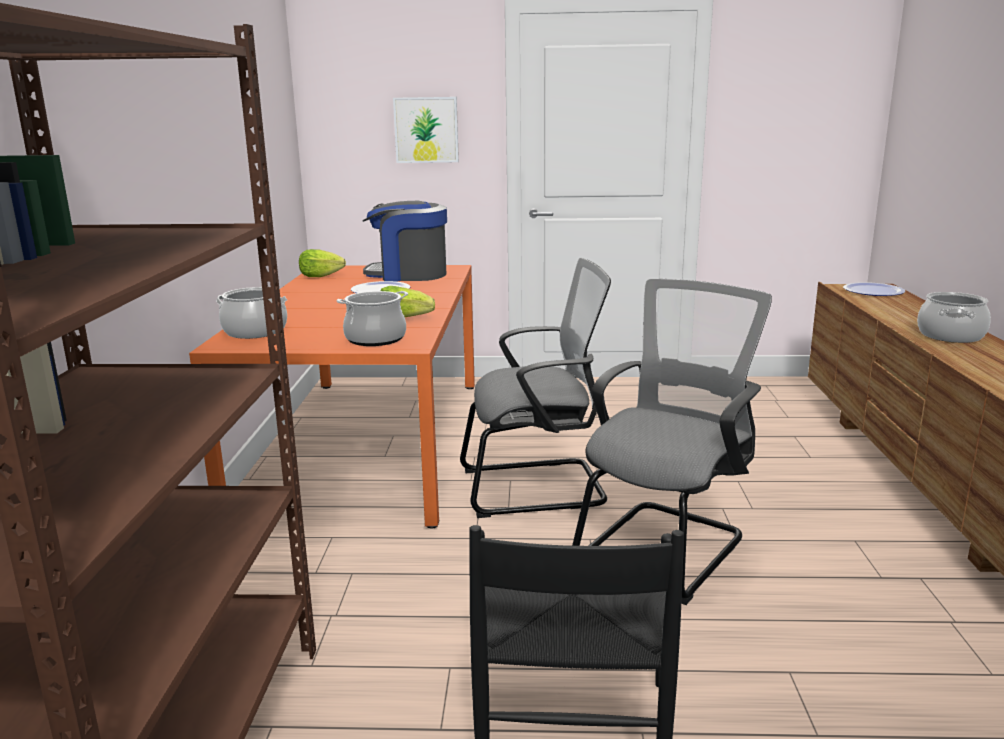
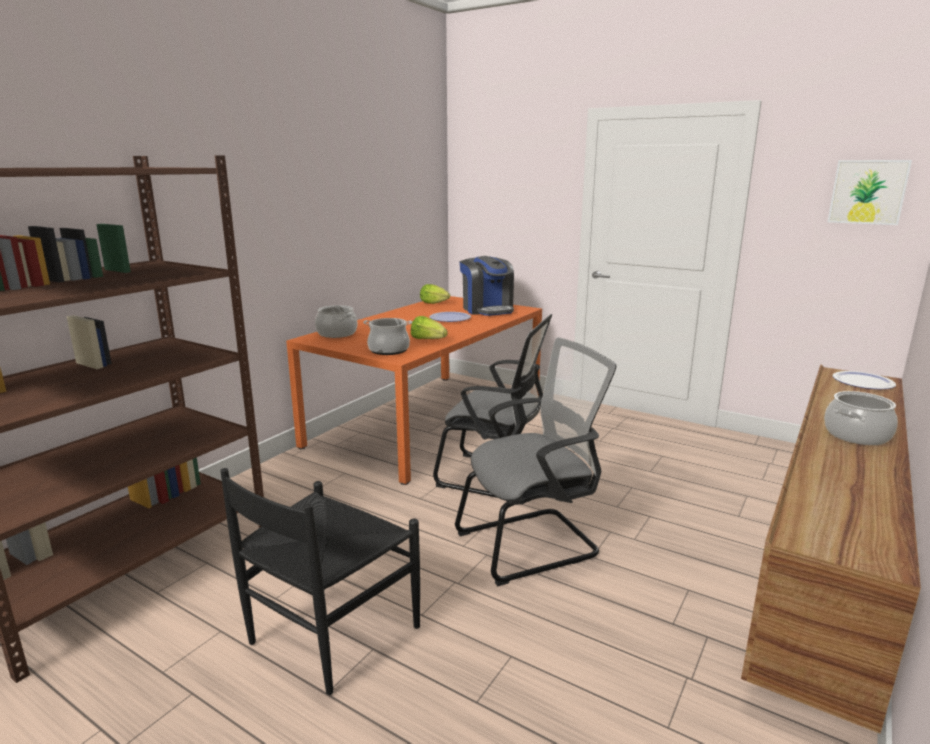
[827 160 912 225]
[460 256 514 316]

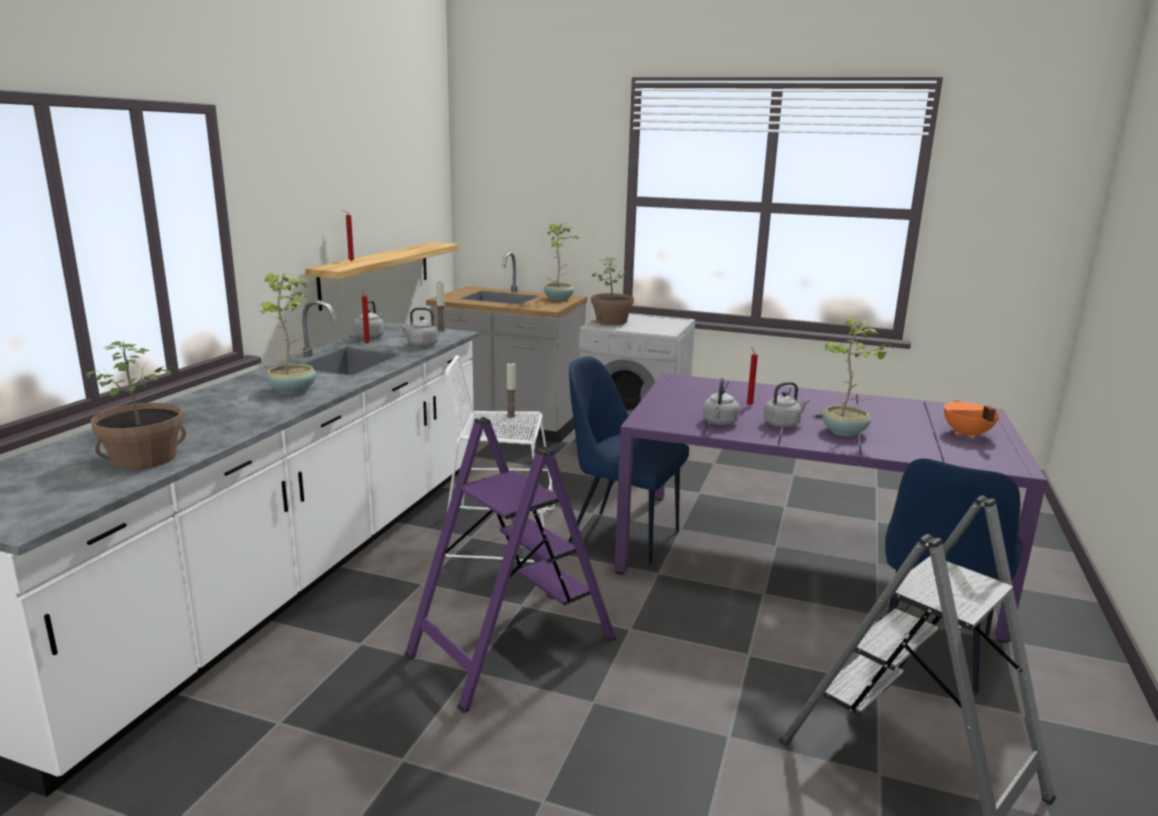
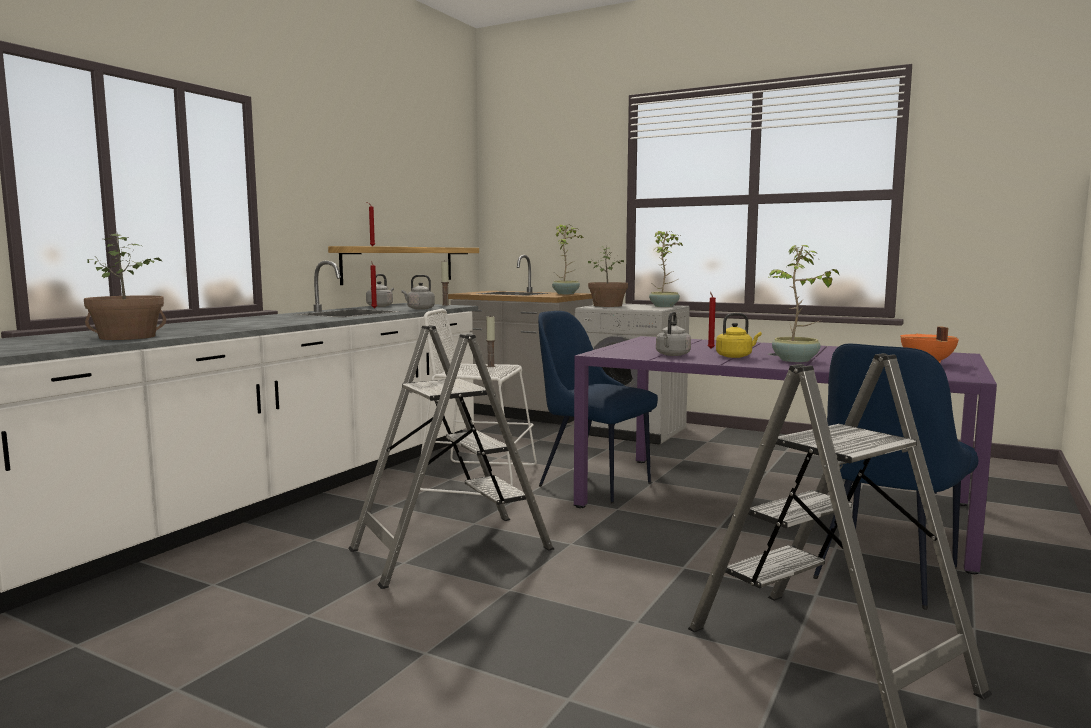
[649 231 683 307]
[716 313 762 358]
[348 325 554 589]

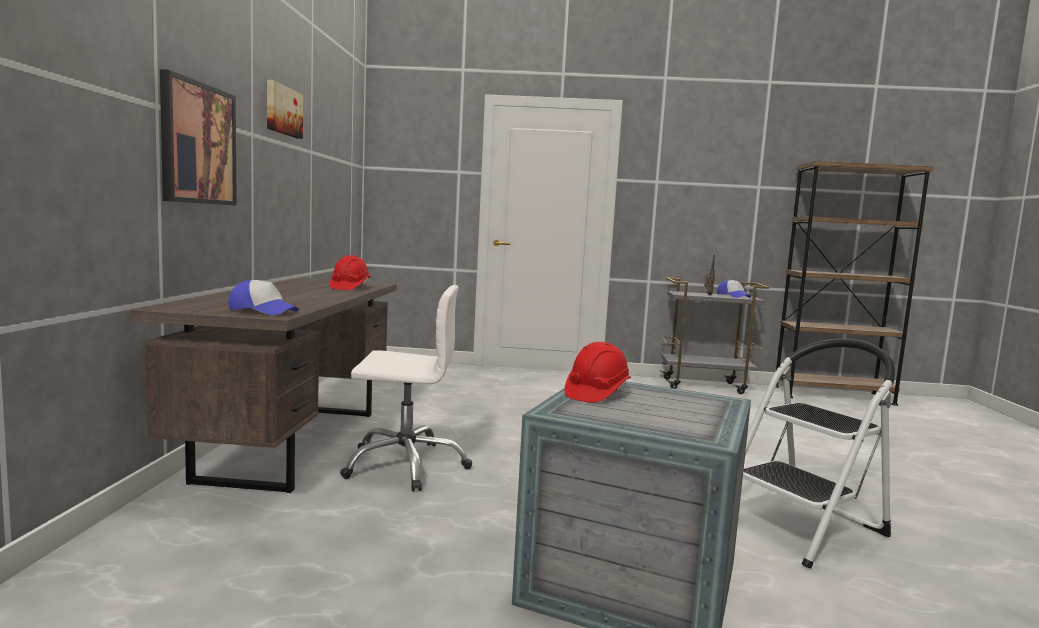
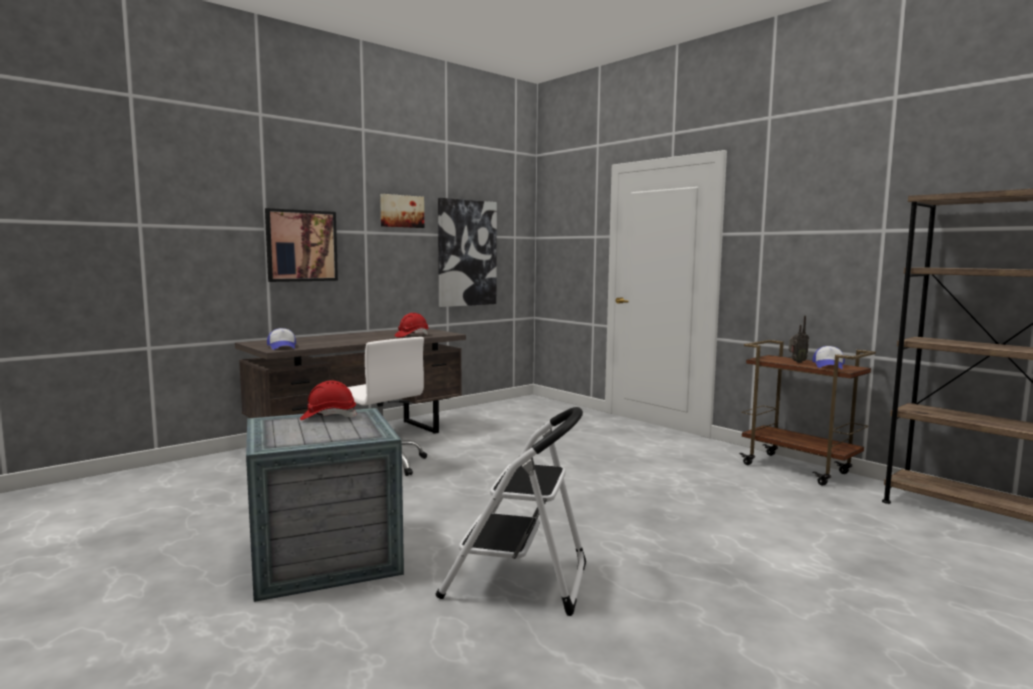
[739 340 876 485]
[438 198 497 307]

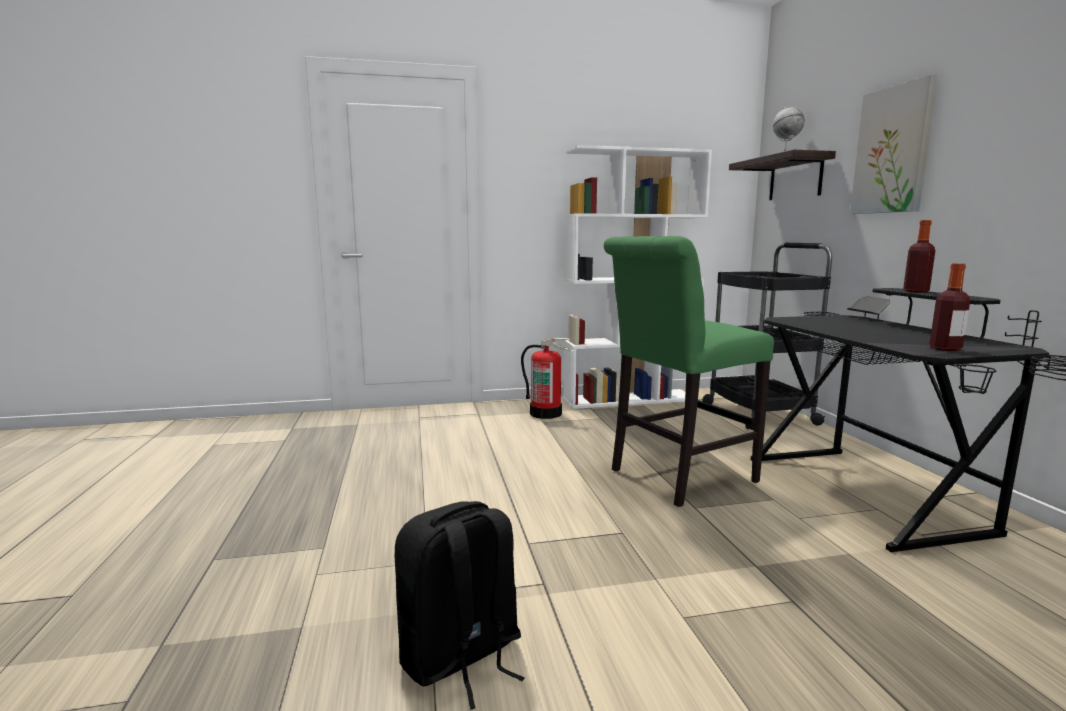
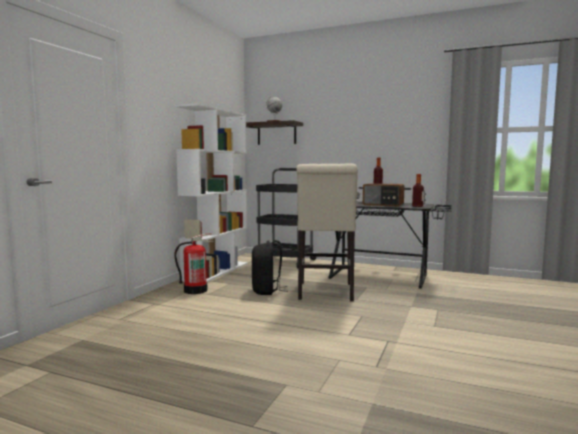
[850 74 938 214] (first image)
[296 163 358 301]
[252 240 288 295]
[363 183 405 206]

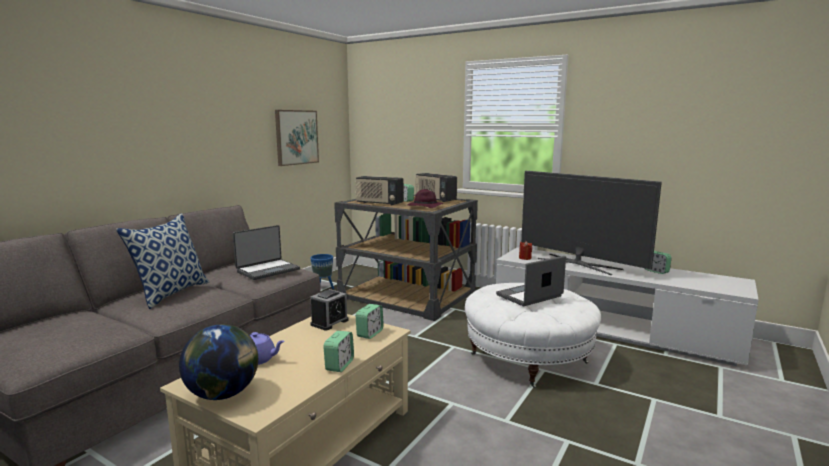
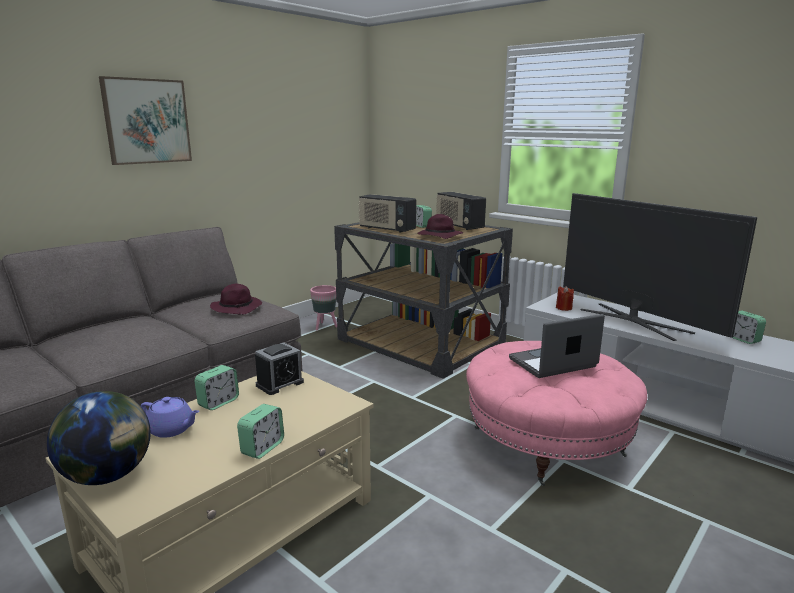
[99 76 192 165]
[116 213 209 309] (first image)
[210 284 262 315]
[310 285 337 330]
[466 341 647 486]
[194 365 239 410]

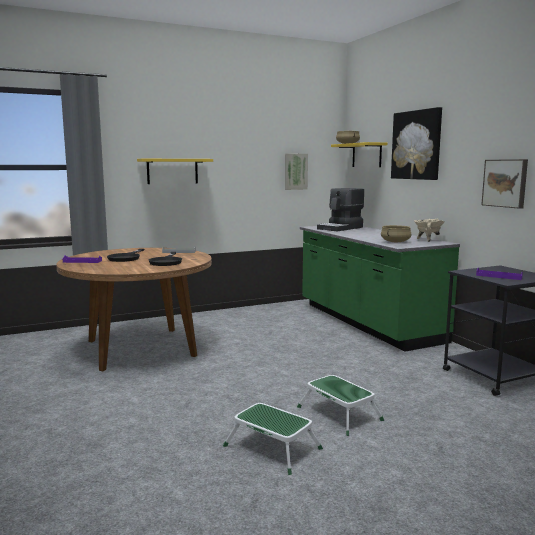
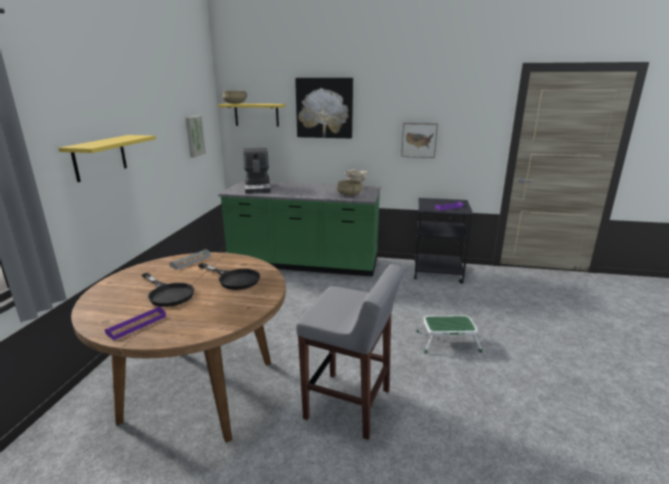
[223 403 323 475] (first image)
[296 264 404 440]

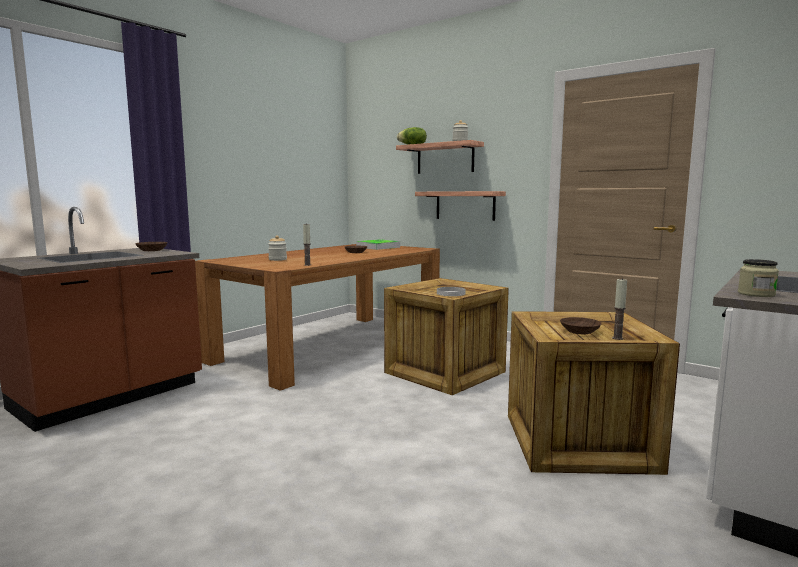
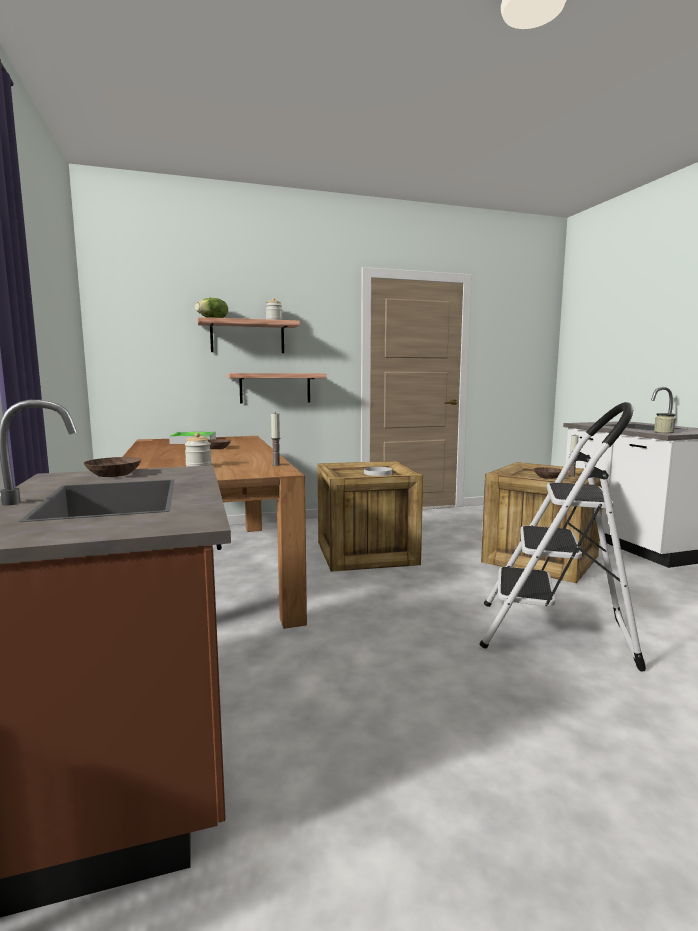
[480 402 646 672]

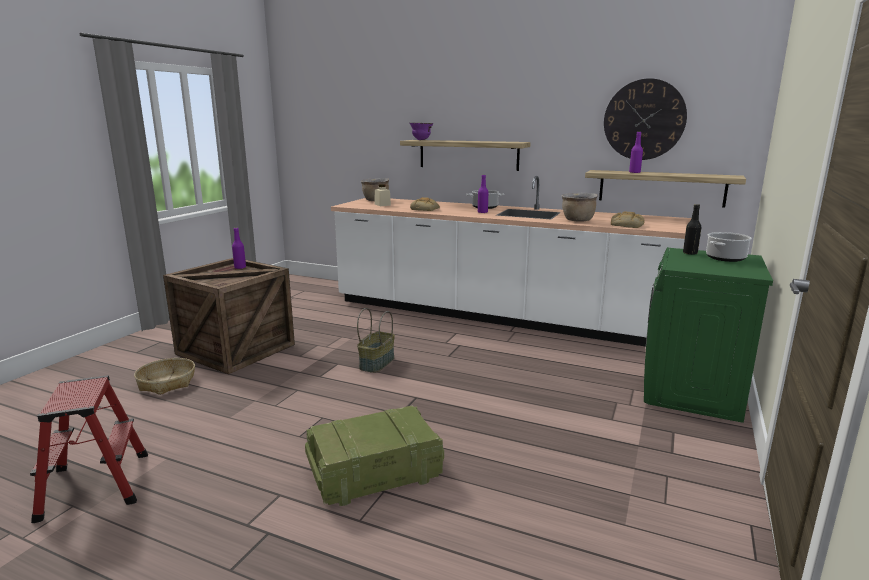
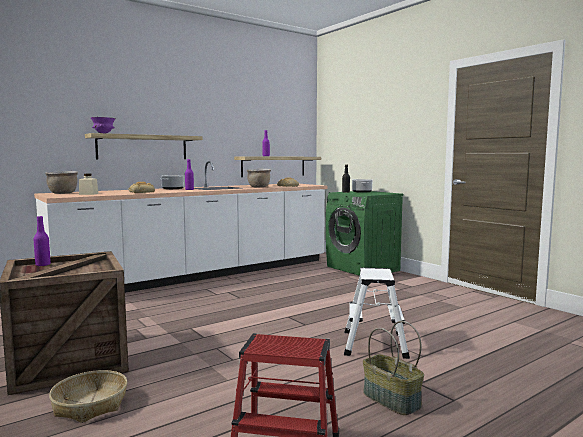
[604 78 687 160] (first image)
[363 321 424 415]
[344 267 410 359]

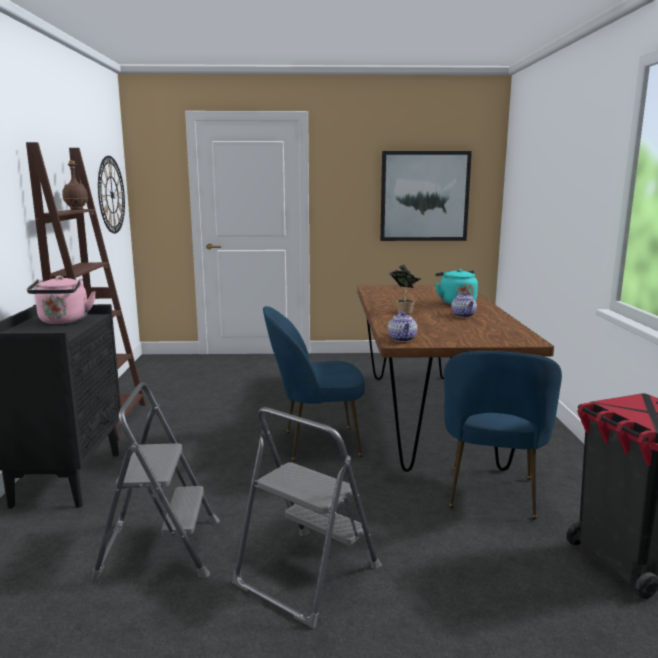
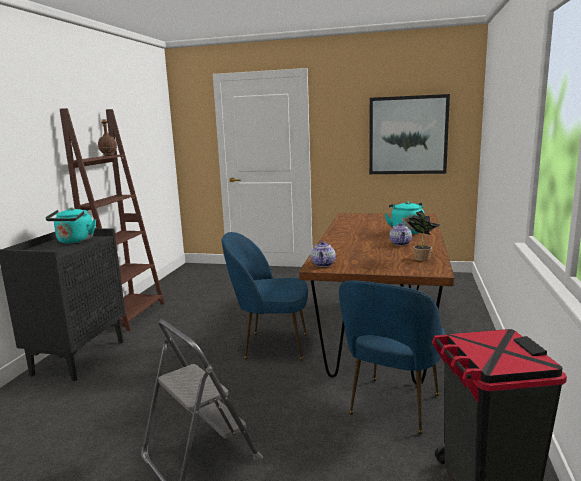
[98 156 125 234] (first image)
[406 210 440 261]
[45 207 96 244]
[91 383 220 581] (first image)

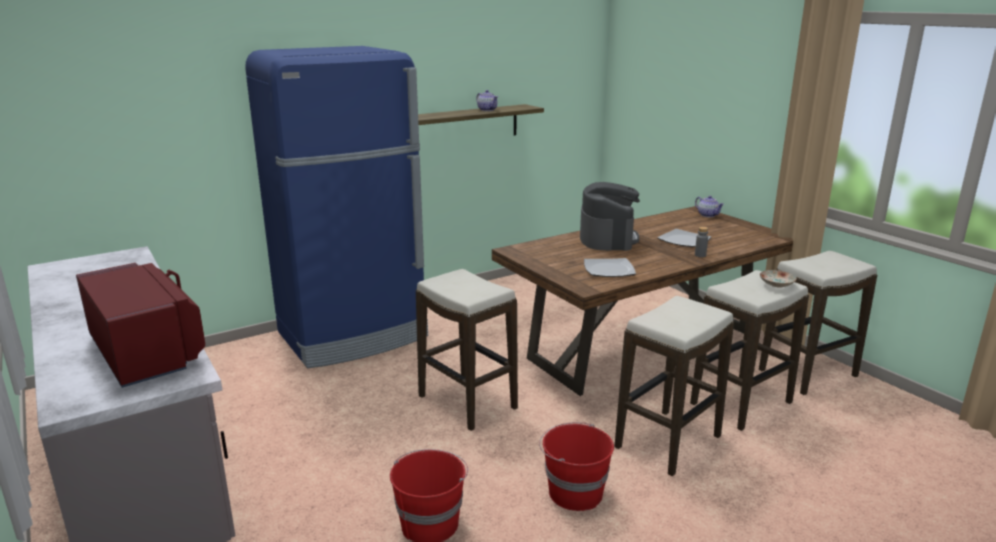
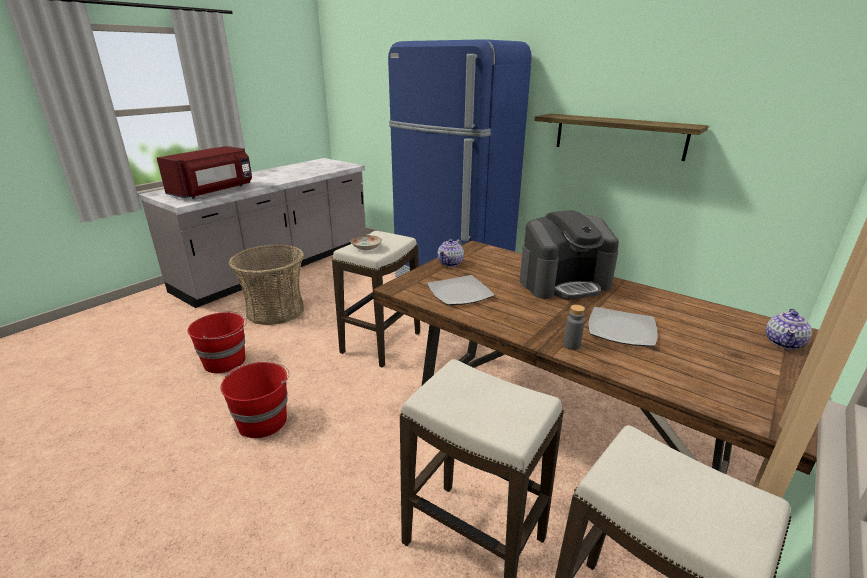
[437 239 464 267]
[350 235 382 250]
[614 296 734 476] (first image)
[228 244 304 325]

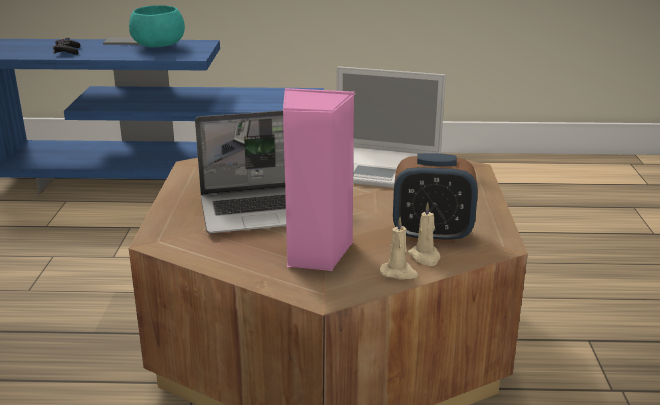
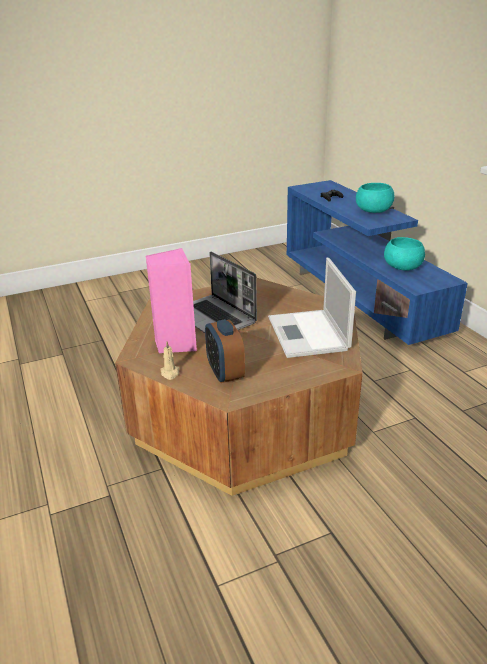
[408 202 440 266] (first image)
[384 237 425 271]

